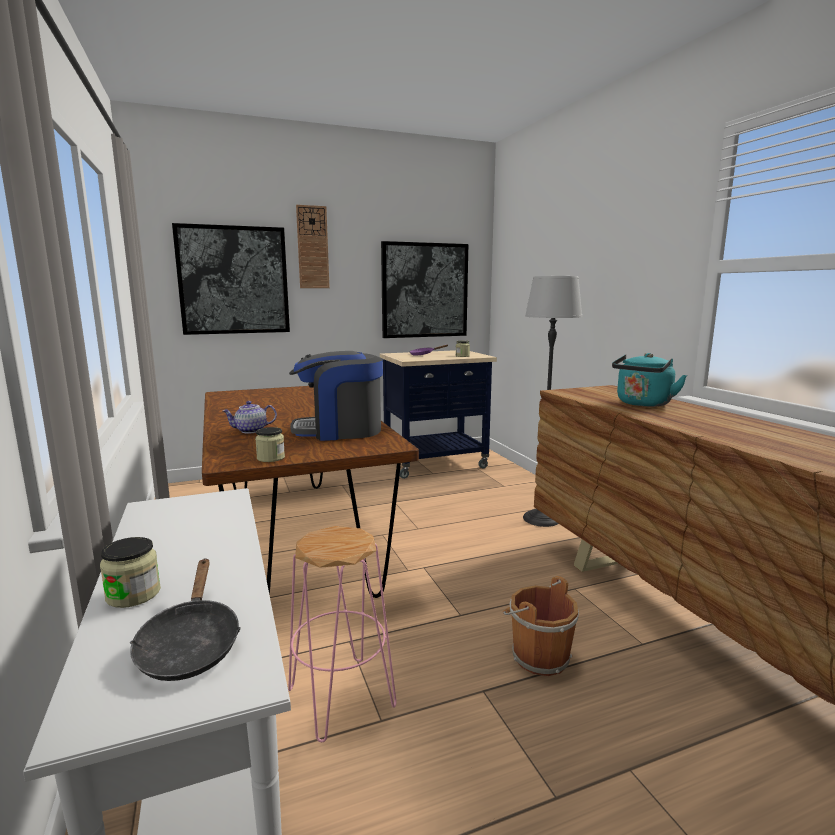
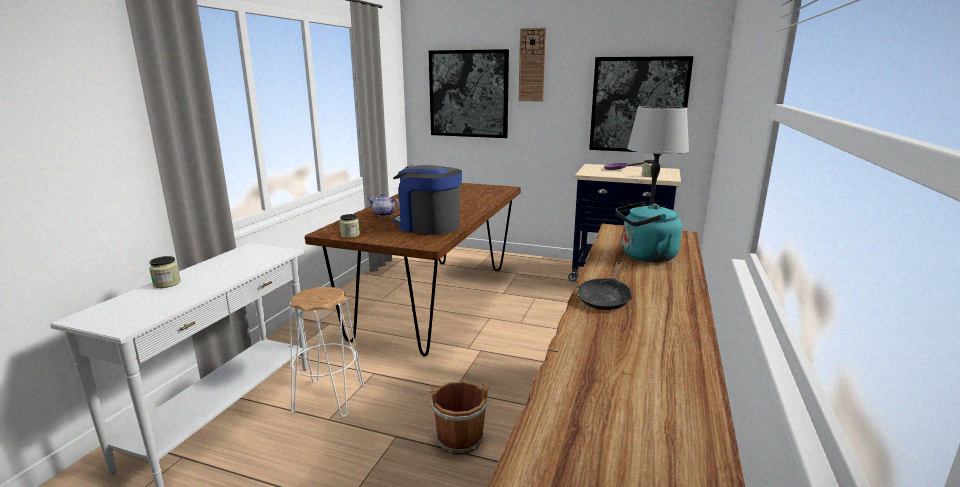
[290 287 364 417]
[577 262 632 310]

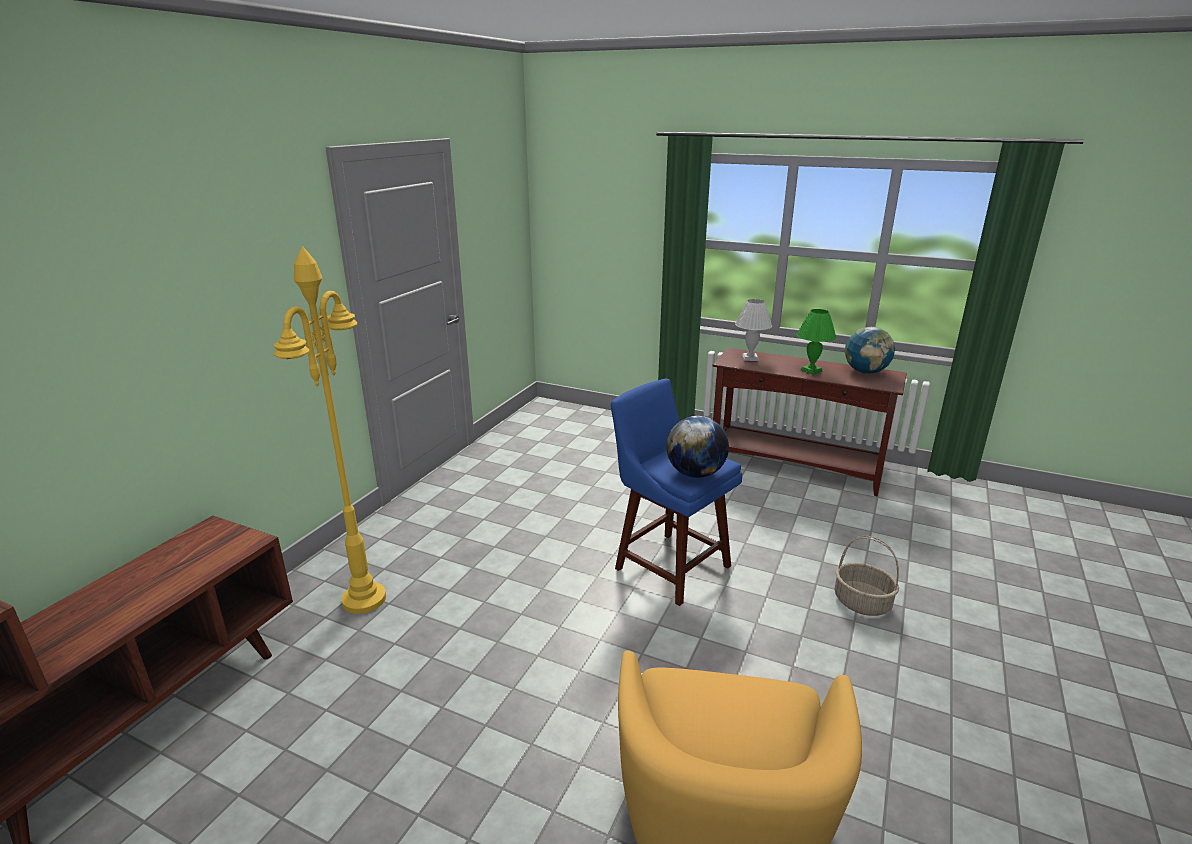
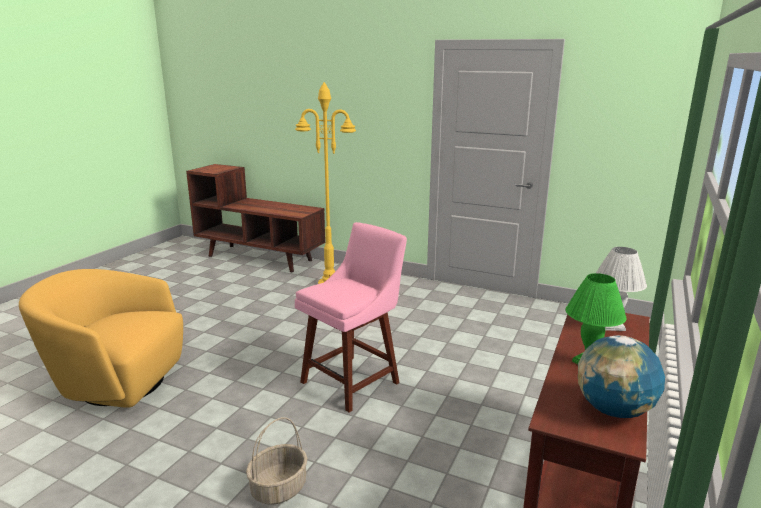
[295 222 407 412]
[666 416 729 478] (first image)

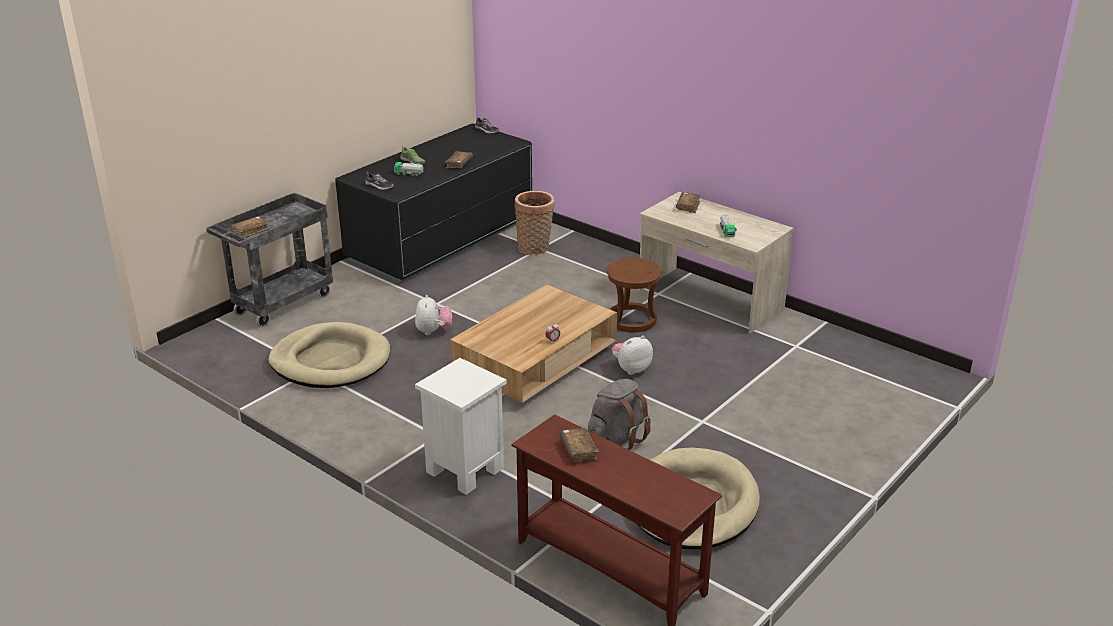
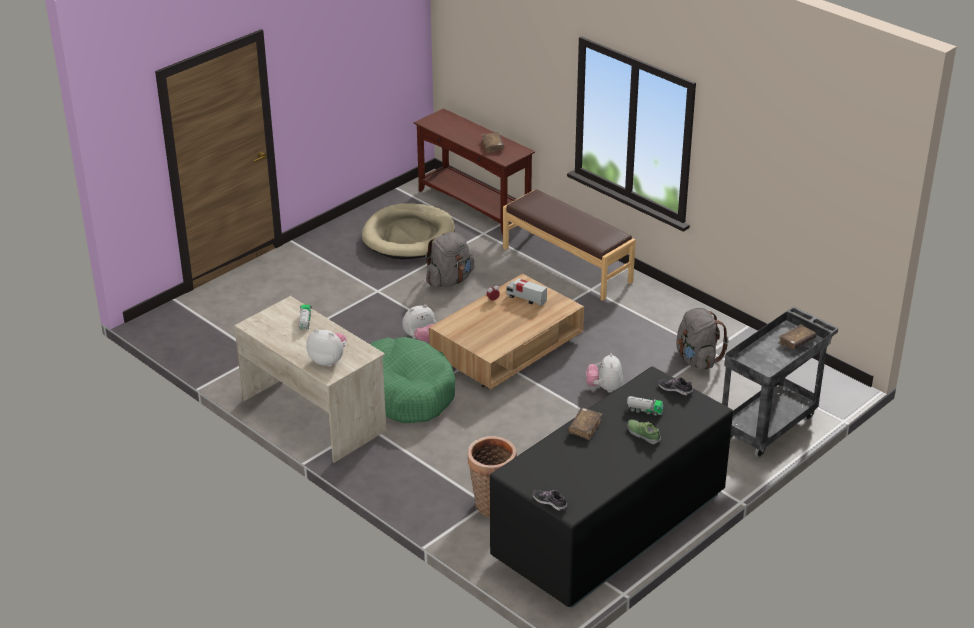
[306 329 347 367]
[370 337 455 423]
[676 308 729 370]
[503 189 636 301]
[507 278 547 306]

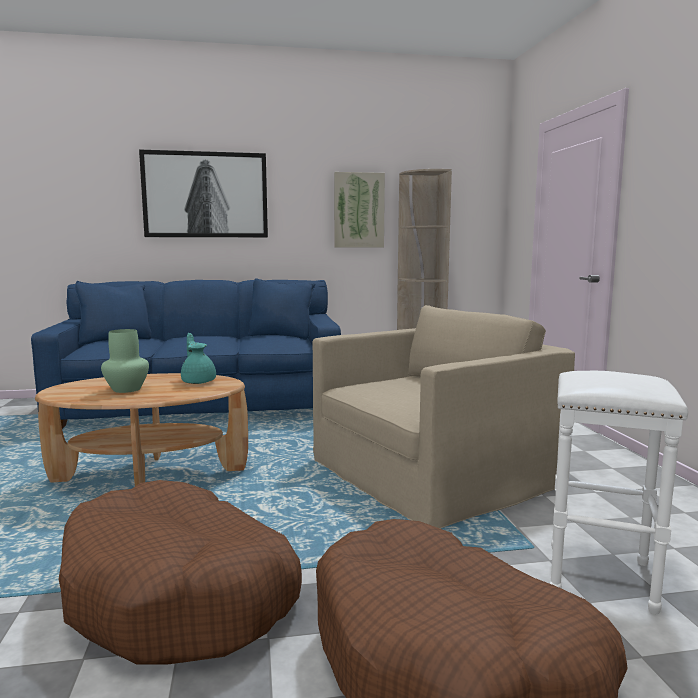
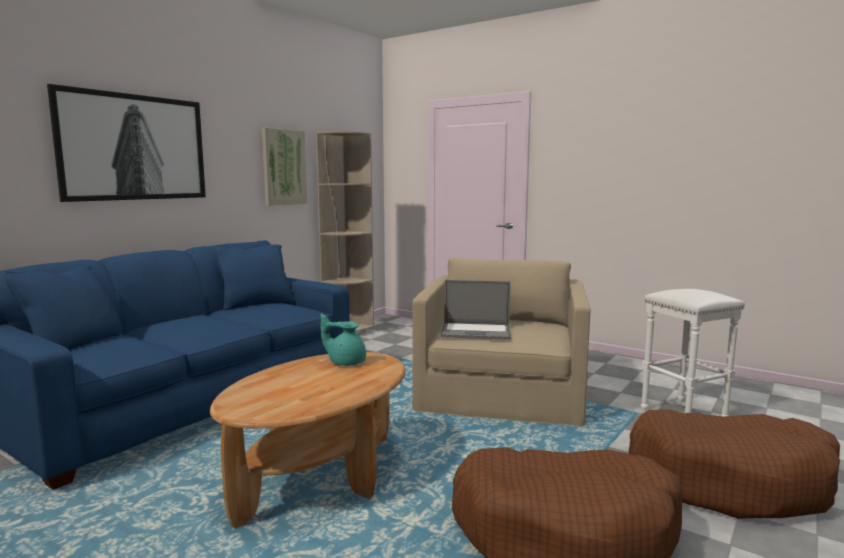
[101 329 149 393] (first image)
[440 280 511 340]

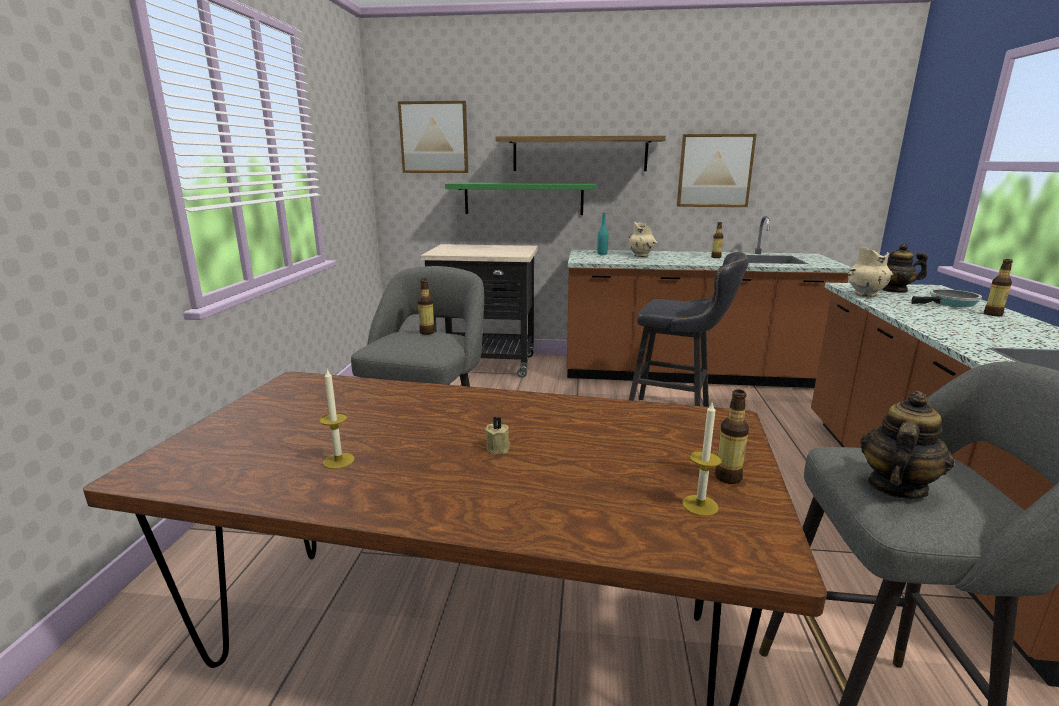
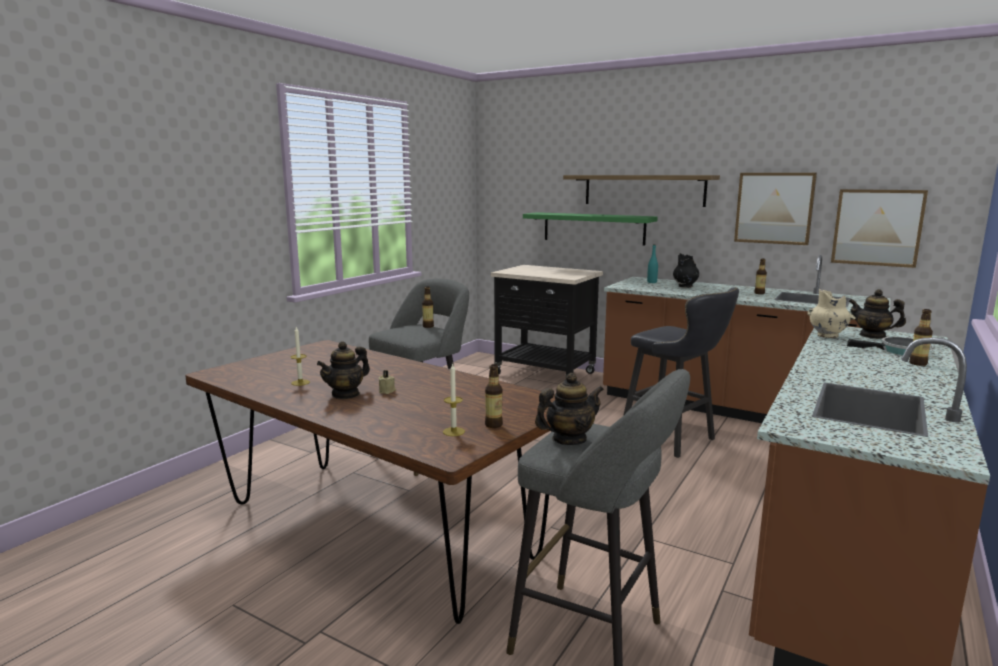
[831 189 928 268]
[673 253 699 288]
[317 341 370 399]

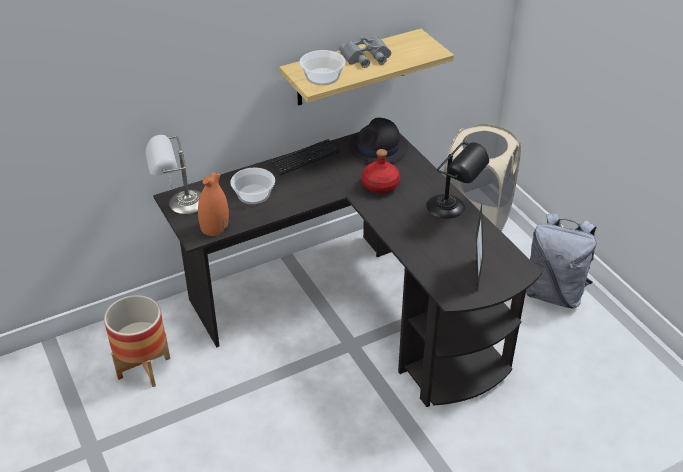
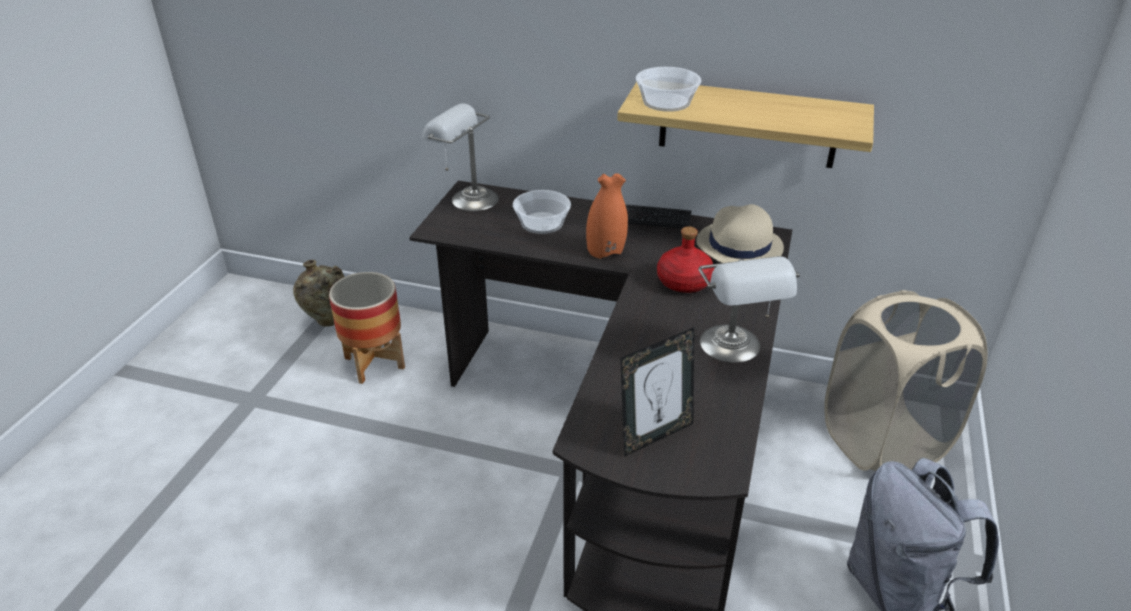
[339 37 391 68] (first image)
[696 204 784 263]
[698 256 800 363]
[586 173 628 259]
[293 260 345 327]

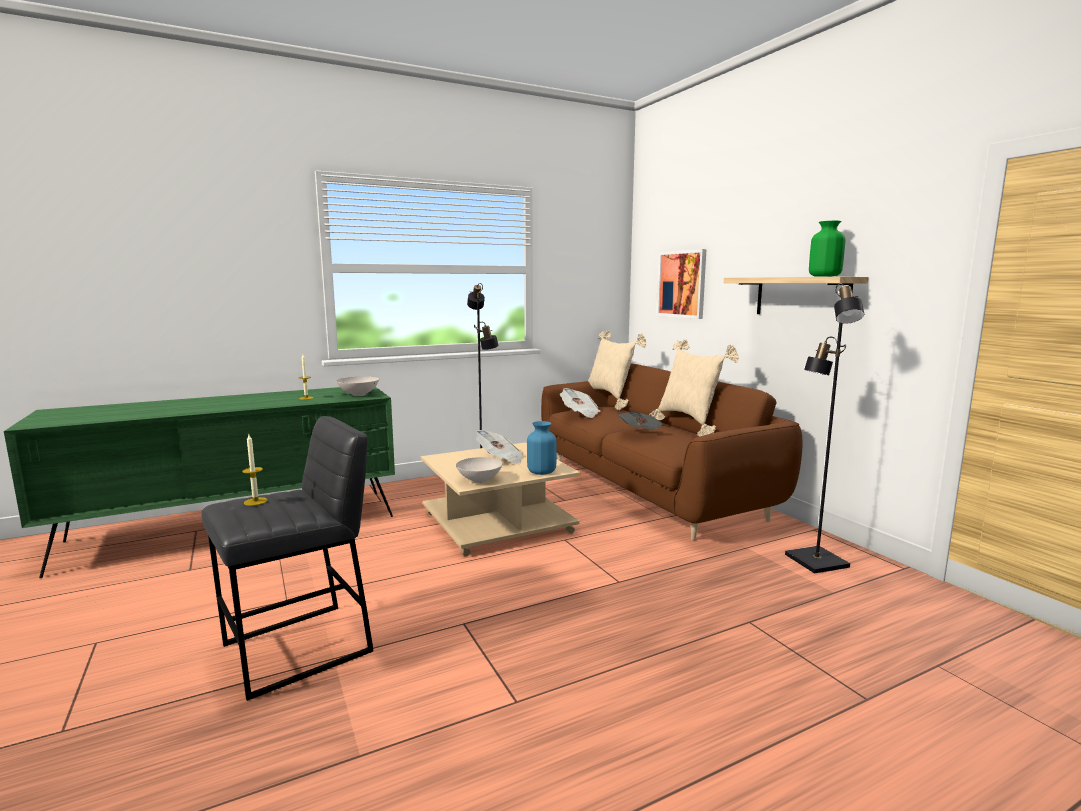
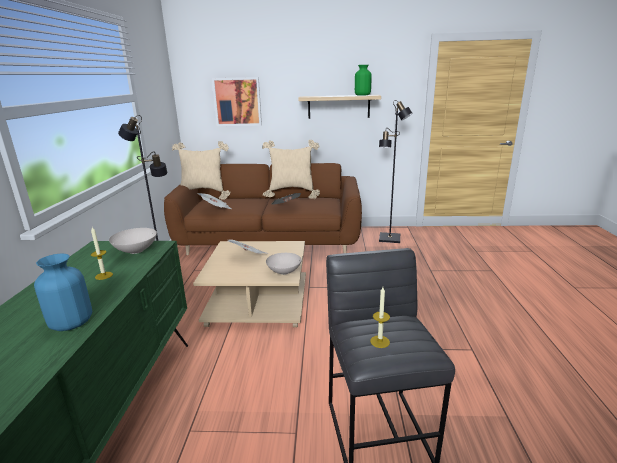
[34 253 92 331]

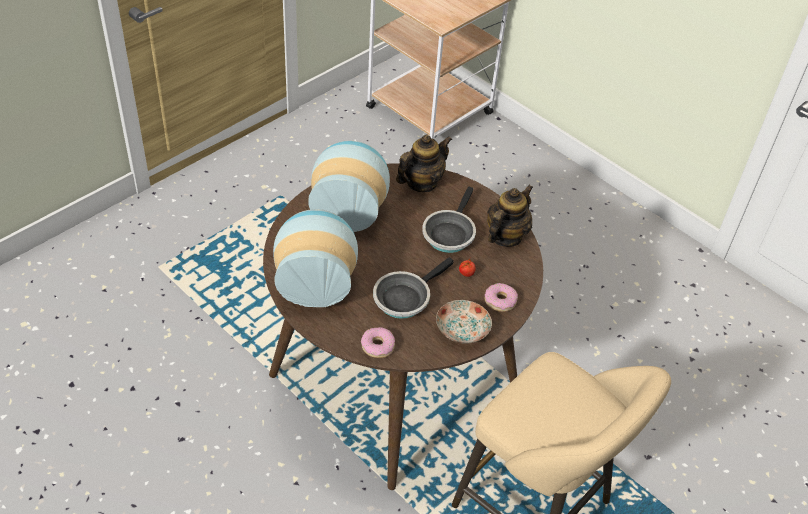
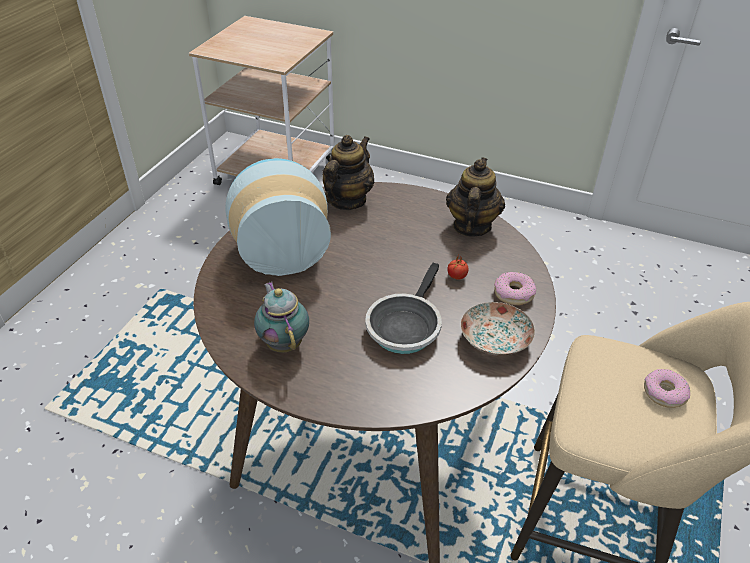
[422 187 476 253] (first image)
[254 282 309 353]
[644 369 690 408]

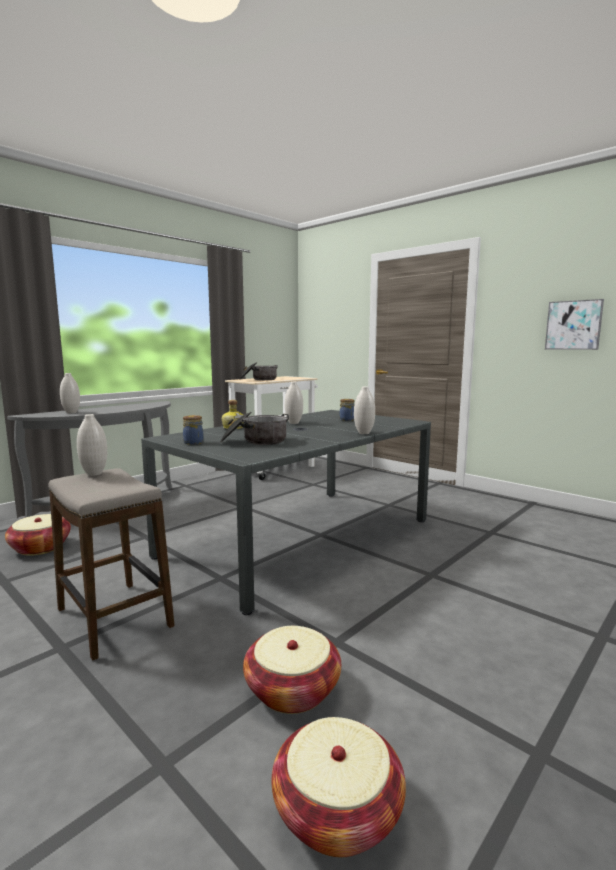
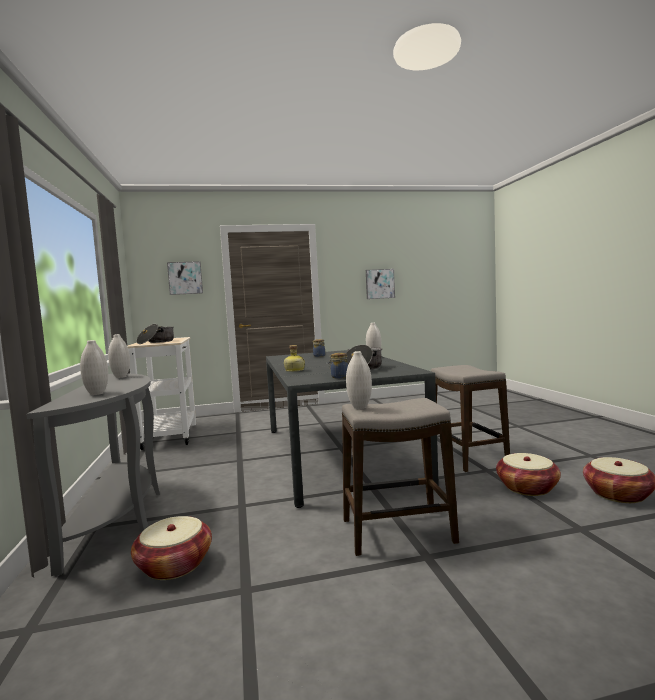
[108 334 130 378]
[167 261 203 295]
[431 365 510 472]

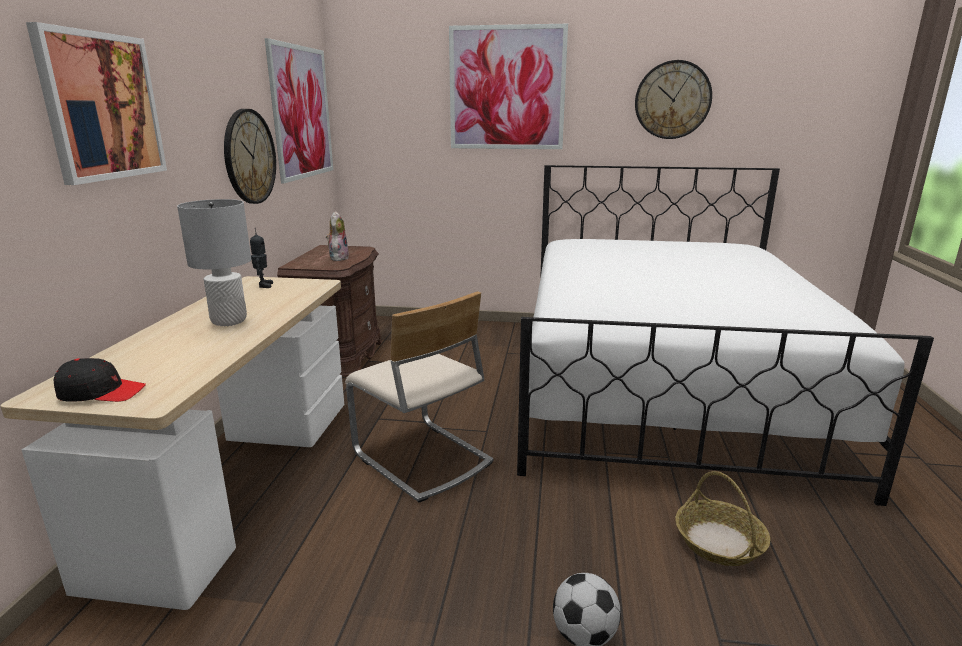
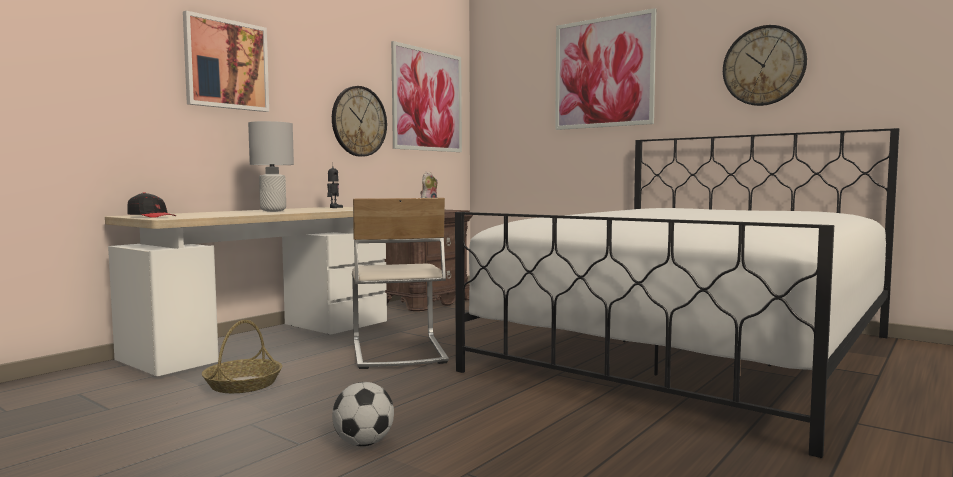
[202 320 282 393]

